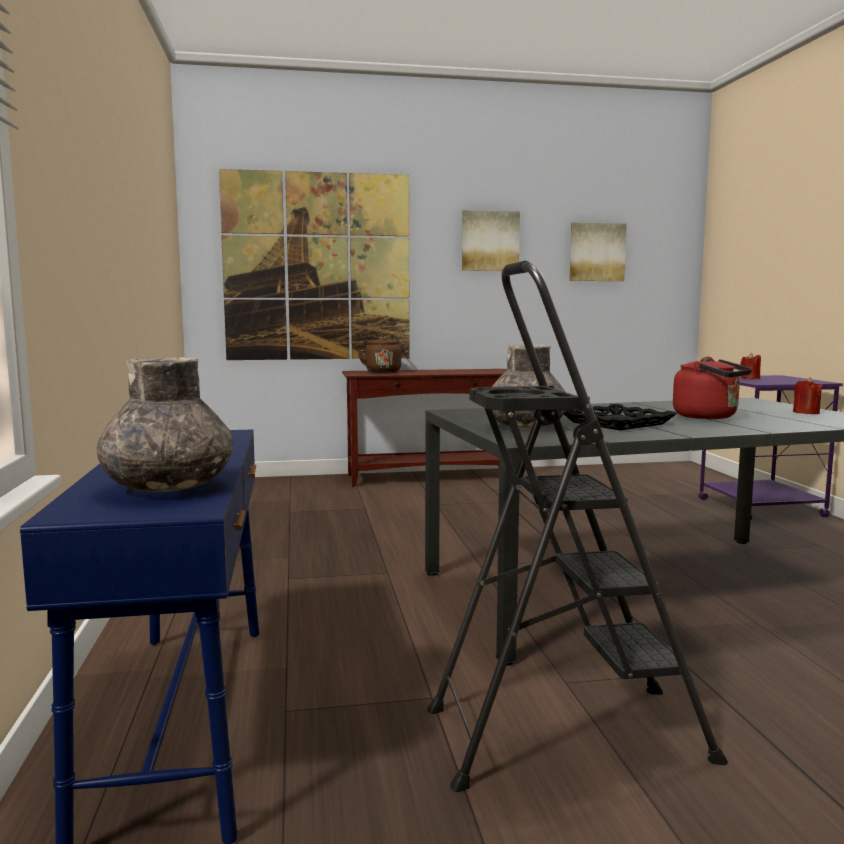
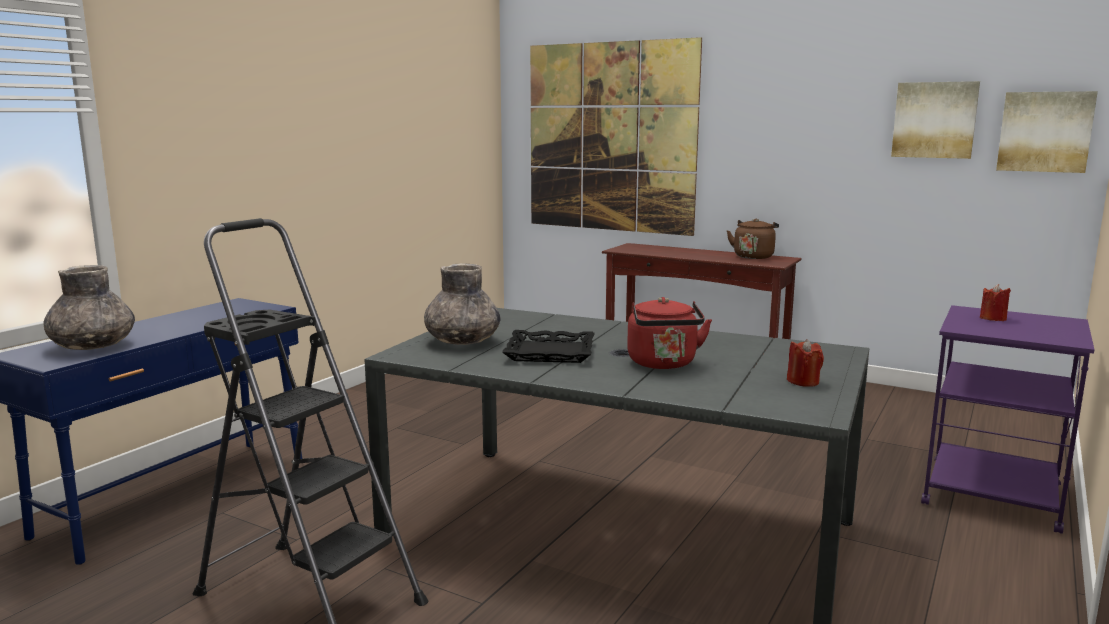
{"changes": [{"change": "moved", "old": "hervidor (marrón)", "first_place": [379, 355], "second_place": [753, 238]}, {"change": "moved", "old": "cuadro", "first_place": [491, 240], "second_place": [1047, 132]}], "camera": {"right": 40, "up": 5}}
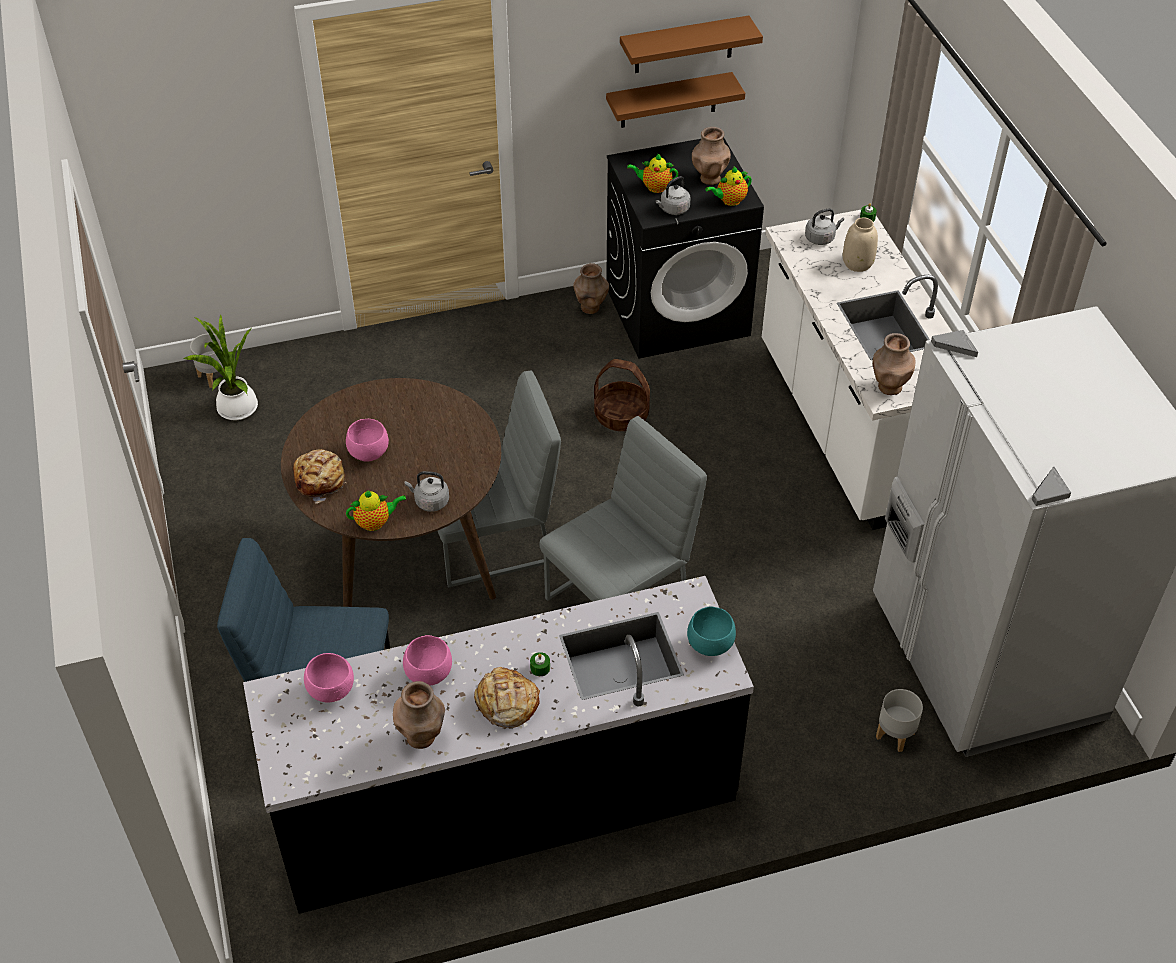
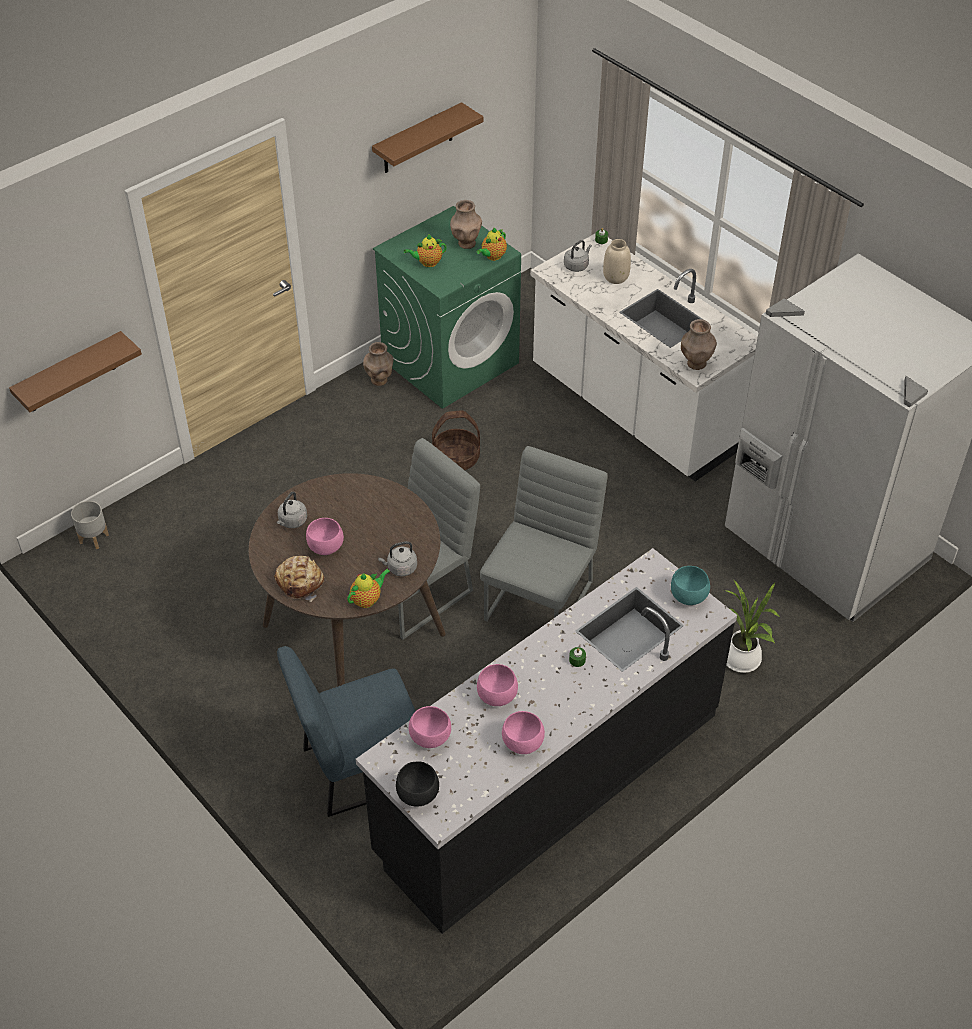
{"changes": [{"change": "removed", "old": "pan", "first_place": [507, 697]}, {"change": "removed", "old": "maceta (gris)", "first_place": [899, 720]}, {"change": "added", "new": "cuenco (negro)", "second_place": [417, 784]}, {"change": "moved", "old": "planta en maceta", "first_place": [221, 367], "second_place": [752, 626]}, {"change": "moved", "old": "estante (marrón)", "first_place": [675, 100], "second_place": [75, 371]}, {"change": "moved", "old": "hervidor (gris)", "first_place": [673, 195], "second_place": [292, 510]}, {"change": "replaced", "old": "florero (marrón)", "new": "cuenco (rosa)", "first_place": [419, 715], "second_place": [523, 732]}, {"change": "recoloured", "old": "lavadora (negro)", "new": "lavadora (verde)", "first_place": [685, 247], "second_place": [447, 307]}], "camera": {"right": -25, "up": 0}}
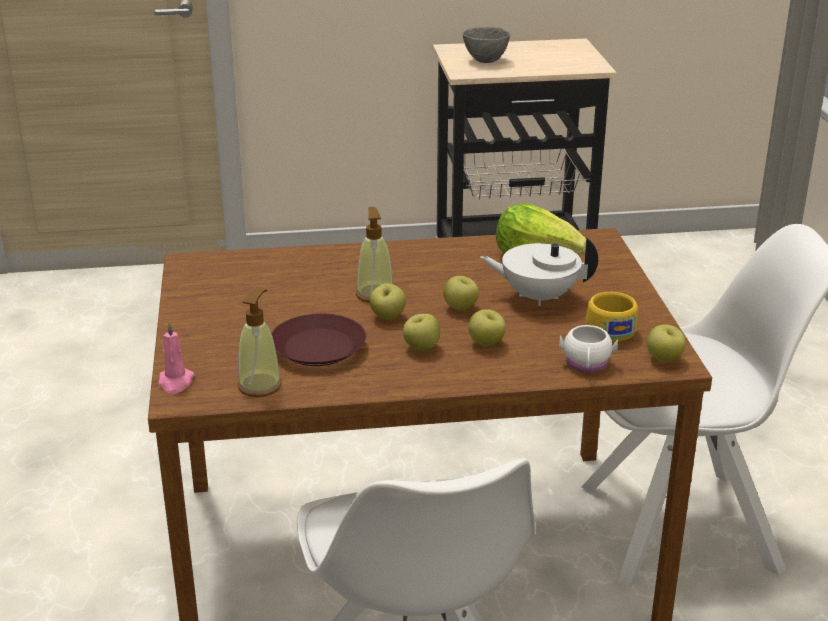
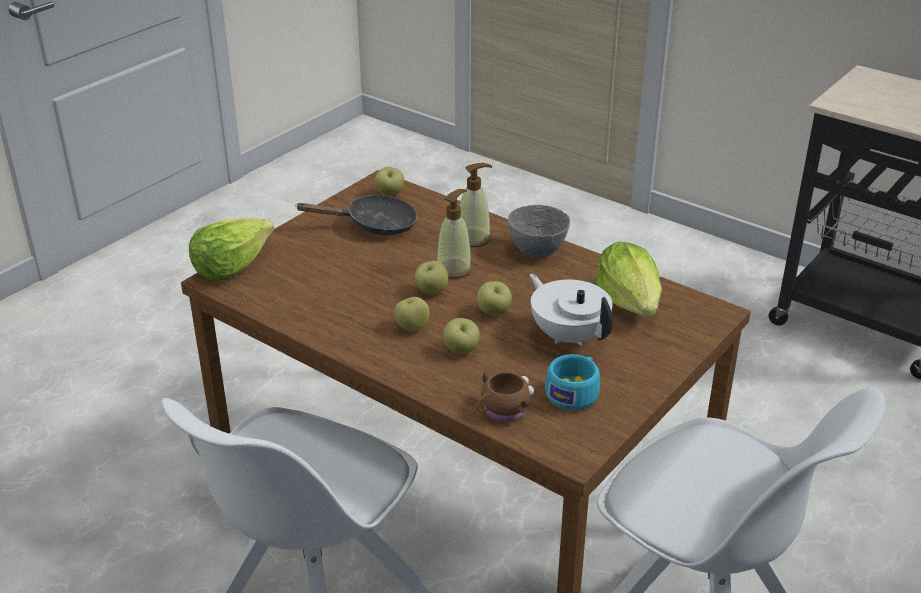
{"changes": [{"change": "removed", "old": "plato (marrón)", "first_place": [318, 339]}, {"change": "added", "new": "sartén (negro)", "second_place": [356, 214]}, {"change": "moved", "old": "dispensador de jabón", "first_place": [260, 342], "second_place": [476, 205]}, {"change": "moved", "old": "cuenco (gris)", "first_place": [486, 45], "second_place": [539, 231]}, {"change": "moved", "old": "manzana", "first_place": [666, 343], "second_place": [389, 181]}, {"change": "replaced", "old": "vela (rosa)", "new": "lechuga", "first_place": [176, 358], "second_place": [231, 248]}, {"change": "recoloured", "old": "taza grande (blanco)", "new": "taza grande (marrón)", "first_place": [588, 349], "second_place": [505, 396]}, {"change": "recoloured", "old": "taza (amarillo)", "new": "taza (turquesa)", "first_place": [611, 317], "second_place": [572, 382]}], "camera": {"right": 45, "up": 5}}
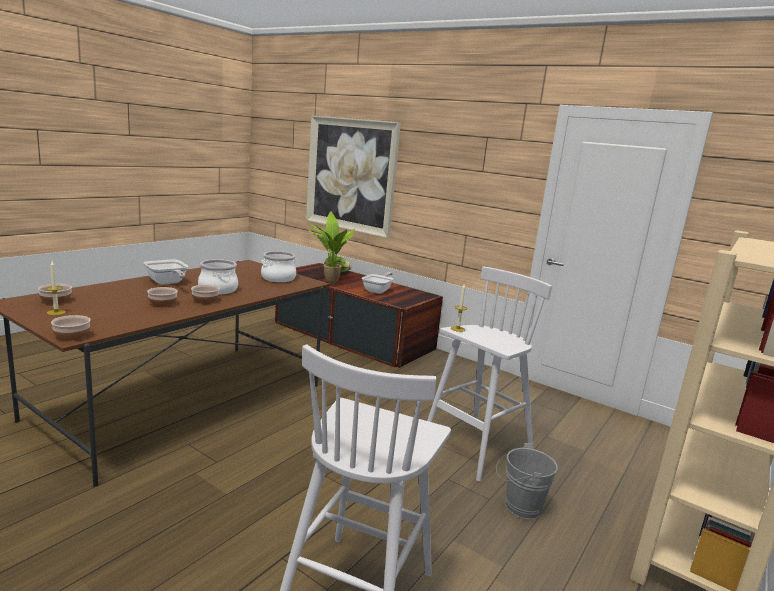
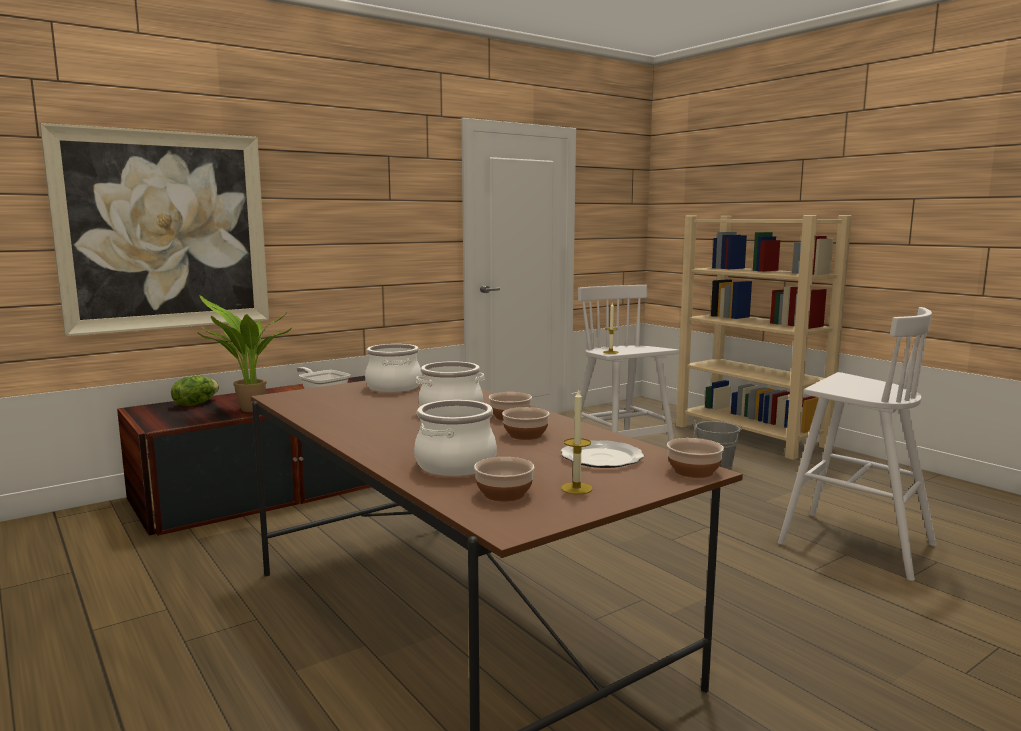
{"changes": [{"change": "removed", "old": "sartén", "first_place": [166, 272]}, {"change": "added", "new": "olla", "second_place": [455, 438]}, {"change": "added", "new": "plato", "second_place": [602, 454]}], "camera": {"right": -70, "up": -5}}
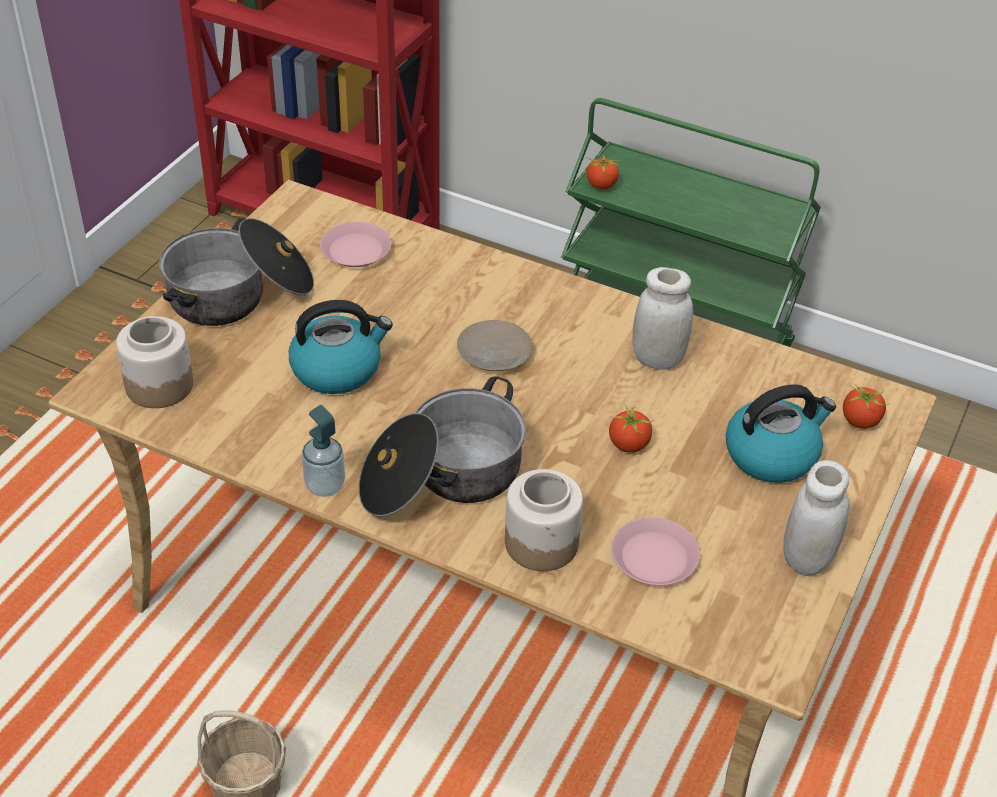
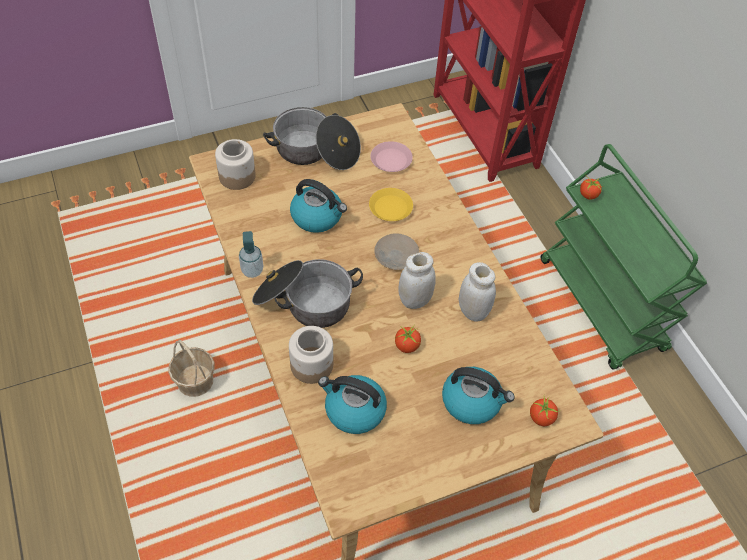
{"changes": [{"change": "added", "new": "plato (amarillo)", "second_place": [391, 204]}, {"change": "moved", "old": "tarro (blanco)", "first_place": [816, 518], "second_place": [417, 280]}, {"change": "replaced", "old": "plato (rosa)", "new": "hervidor", "first_place": [655, 551], "second_place": [352, 404]}], "camera": {"right": 40, "up": 10}}
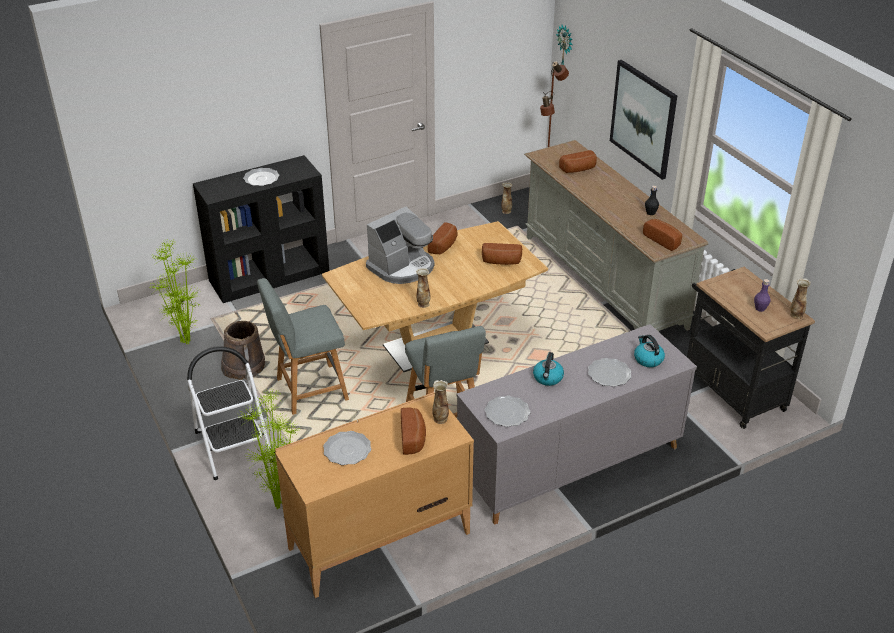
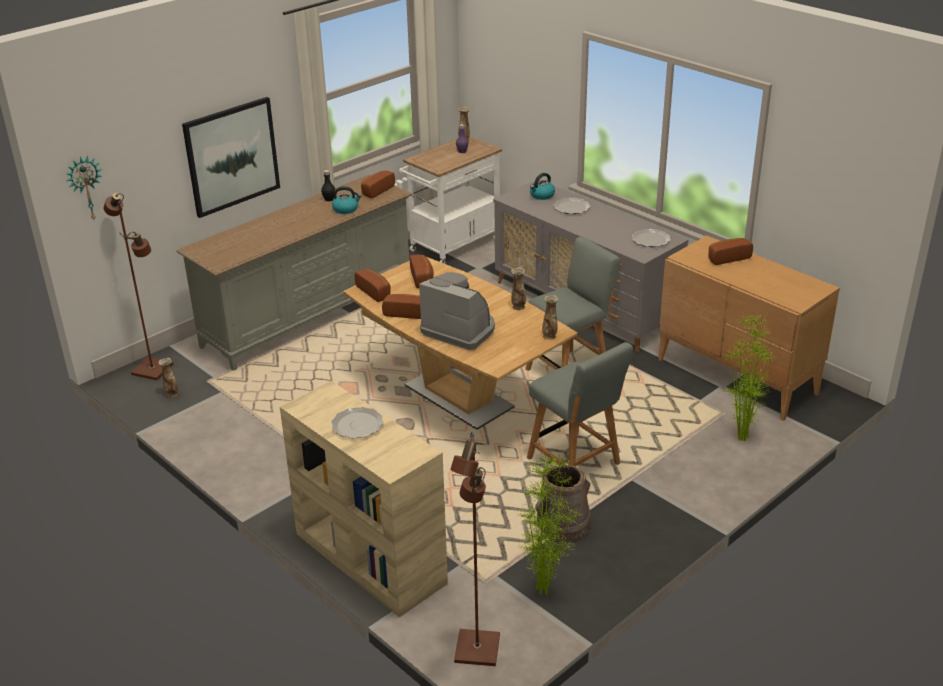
{"changes": [{"change": "removed", "old": "escalera de tijera", "first_place": [229, 413]}, {"change": "removed", "old": "plato", "first_place": [347, 448]}, {"change": "added", "new": "lámpara de pie (marrón)", "second_place": [475, 549]}, {"change": "moved", "old": "florero", "first_place": [440, 402], "second_place": [550, 317]}, {"change": "moved", "old": "hervidor", "first_place": [548, 369], "second_place": [346, 200]}, {"change": "moved", "old": "pan", "first_place": [578, 161], "second_place": [373, 285]}, {"change": "recoloured", "old": "estantería (negro)", "new": "estantería (beis)", "first_place": [261, 229], "second_place": [364, 499]}, {"change": "recoloured", "old": "carrito (negro)", "new": "carrito (blanco)", "first_place": [751, 348], "second_place": [450, 200]}], "camera": {"right": -105, "up": -5}}
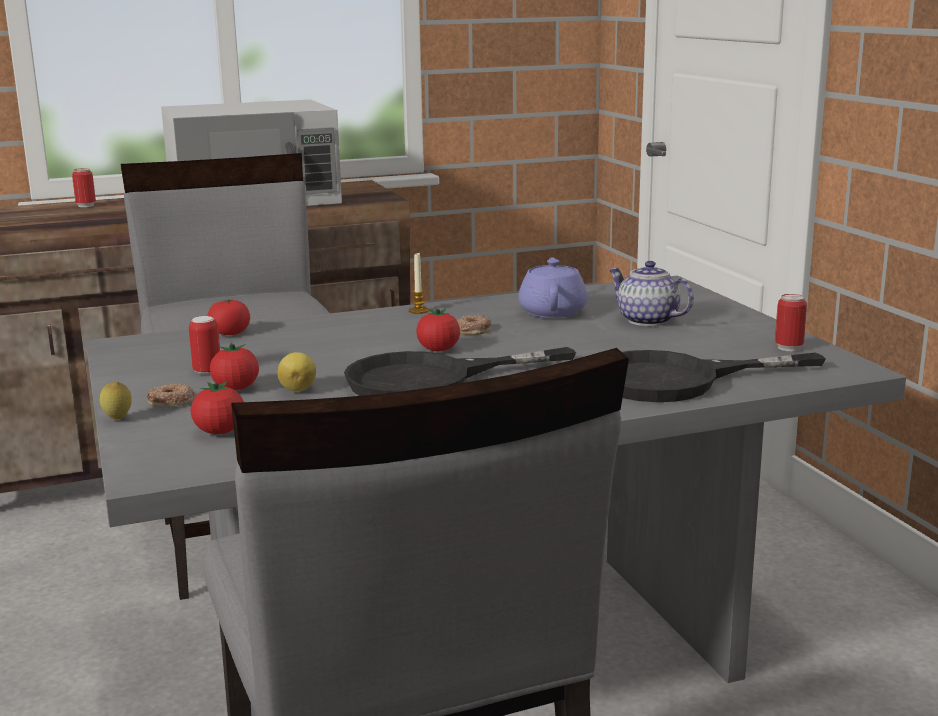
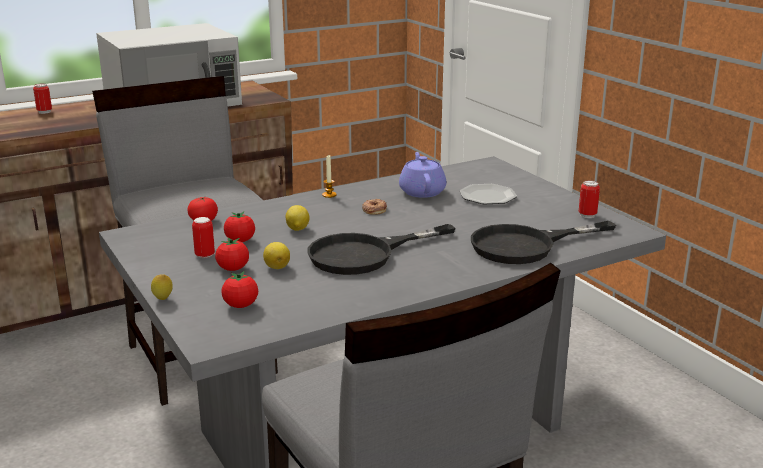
{"changes": [{"change": "removed", "old": "rosquilla", "first_place": [171, 395]}, {"change": "added", "new": "limón", "second_place": [298, 218]}, {"change": "moved", "old": "tomate", "first_place": [438, 330], "second_place": [239, 227]}, {"change": "replaced", "old": "tetera", "new": "plato", "first_place": [651, 293], "second_place": [488, 194]}], "camera": {"right": -10, "up": 5}}
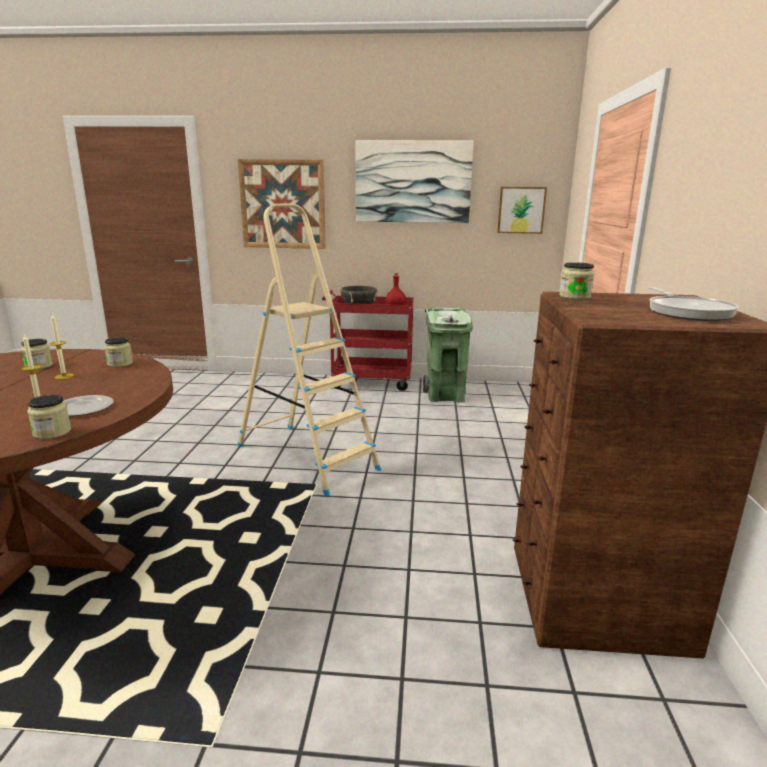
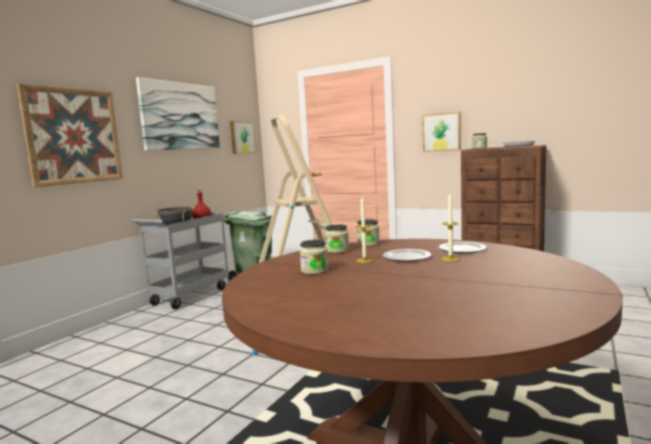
{"changes": [{"change": "added", "new": "plato", "second_place": [407, 255]}, {"change": "added", "new": "cuadro", "second_place": [441, 132]}, {"change": "moved", "old": "tarro", "first_place": [49, 417], "second_place": [368, 232]}, {"change": "recoloured", "old": "carrito (rojo)", "new": "carrito (gris)", "first_place": [368, 340], "second_place": [180, 261]}], "camera": {"right": -65, "up": -10}}
